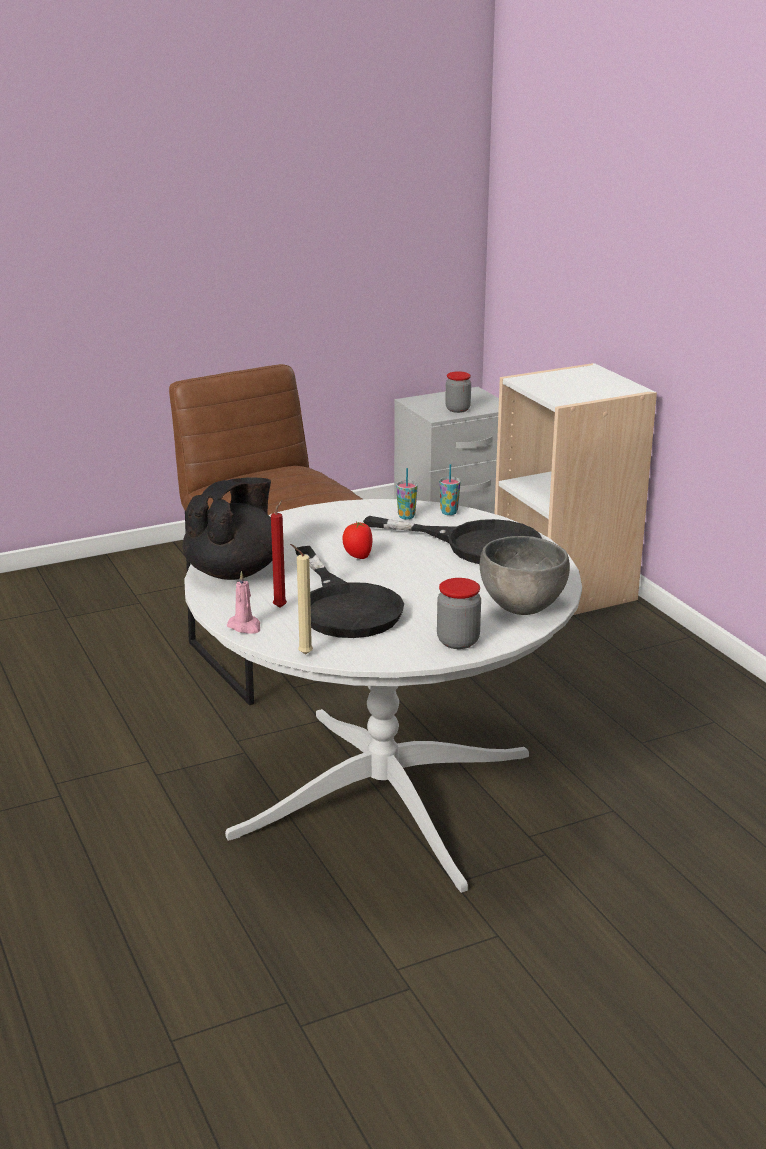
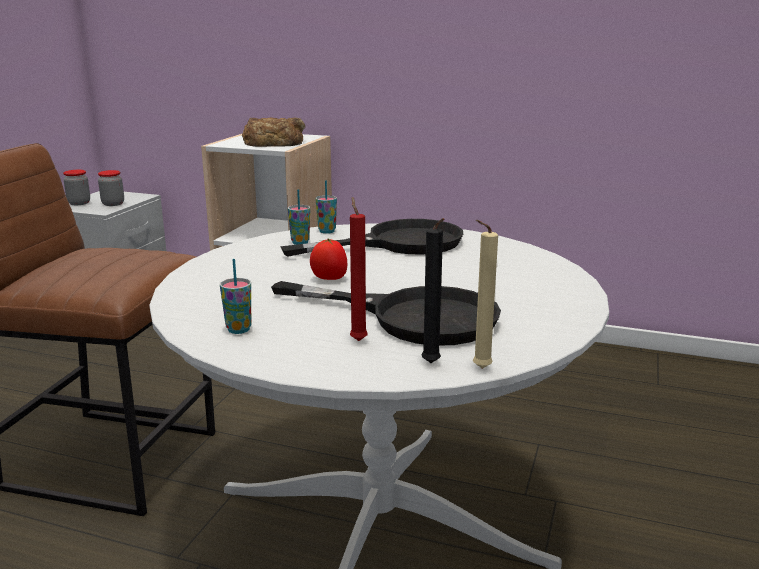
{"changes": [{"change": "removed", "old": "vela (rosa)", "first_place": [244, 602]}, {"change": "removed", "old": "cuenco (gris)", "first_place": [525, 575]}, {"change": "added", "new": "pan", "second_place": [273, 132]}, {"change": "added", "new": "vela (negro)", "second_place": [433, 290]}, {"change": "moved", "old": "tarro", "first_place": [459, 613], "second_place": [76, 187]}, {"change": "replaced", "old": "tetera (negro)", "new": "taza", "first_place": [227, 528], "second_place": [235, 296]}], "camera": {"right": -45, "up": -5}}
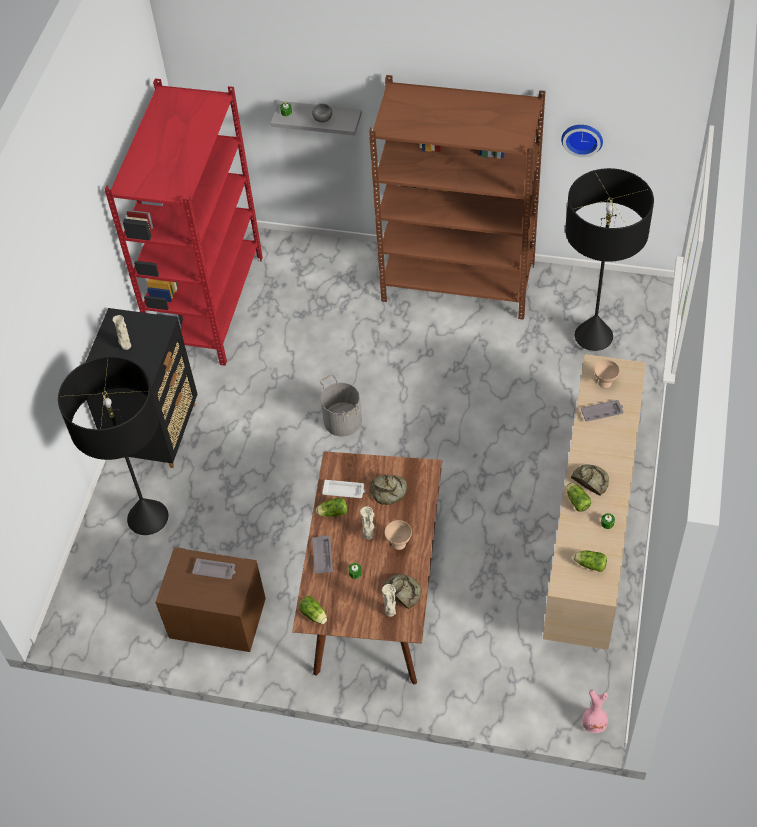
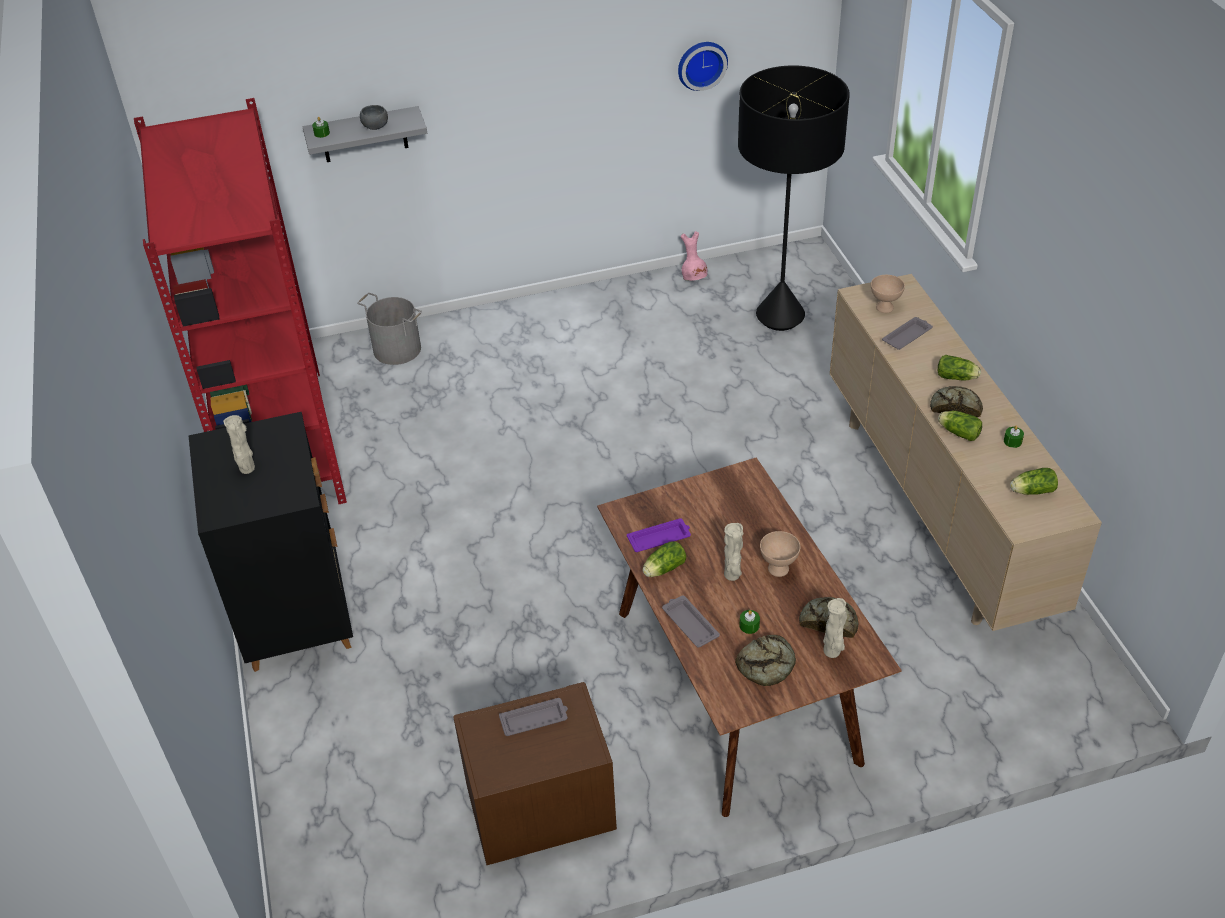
{"changes": [{"change": "removed", "old": "lámpara de pie (negro)", "first_place": [113, 445]}, {"change": "removed", "old": "estantería (marrón)", "first_place": [457, 197]}, {"change": "moved", "old": "lechuga", "first_place": [313, 610], "second_place": [959, 367]}, {"change": "moved", "old": "cubo (gris)", "first_place": [341, 405], "second_place": [389, 329]}, {"change": "moved", "old": "pan", "first_place": [388, 489], "second_place": [765, 660]}, {"change": "moved", "old": "florero (rosa)", "first_place": [595, 711], "second_place": [694, 256]}, {"change": "recoloured", "old": "bandeja (blanco)", "new": "bandeja (morado)", "first_place": [343, 489], "second_place": [659, 535]}], "camera": {"right": -30, "up": -10}}
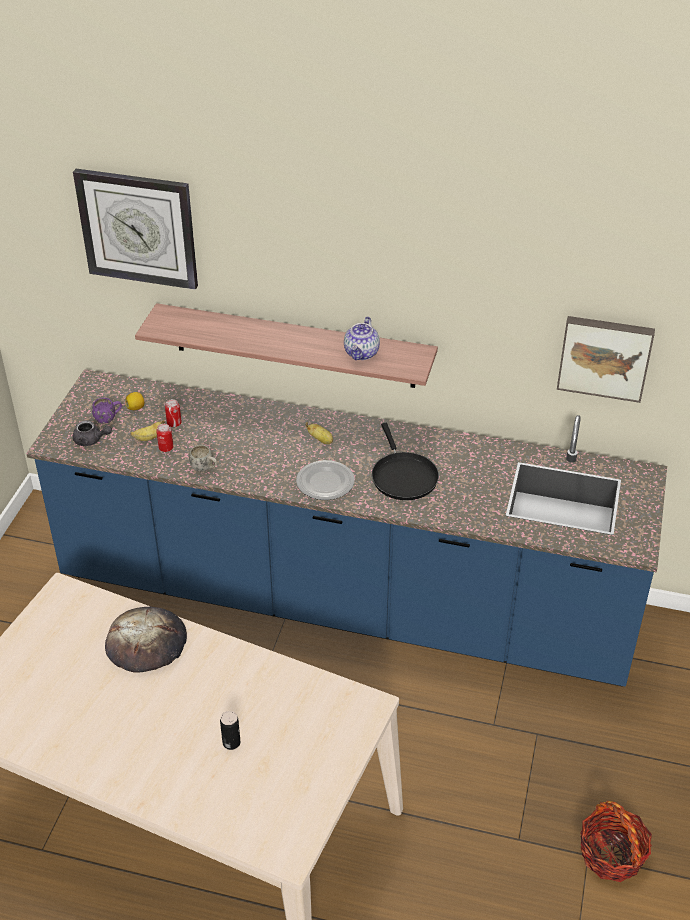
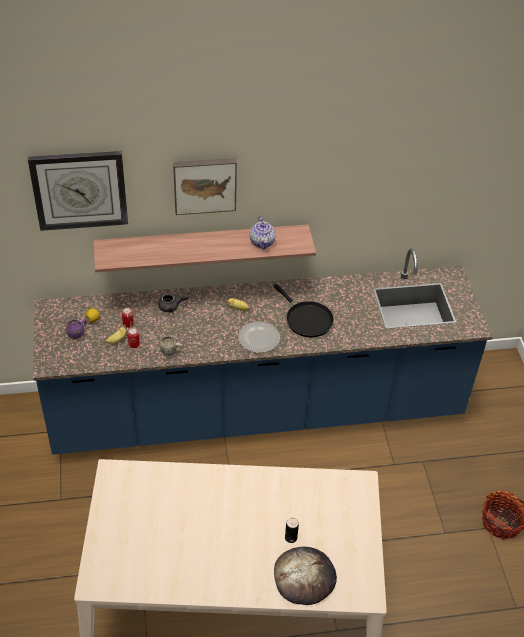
{"changes": [{"change": "moved", "old": "tetera (gris)", "first_place": [92, 433], "second_place": [173, 302]}, {"change": "moved", "old": "pan", "first_place": [146, 640], "second_place": [305, 576]}, {"change": "moved", "old": "cuadro", "first_place": [606, 359], "second_place": [205, 186]}], "camera": {"right": -25, "up": 5}}
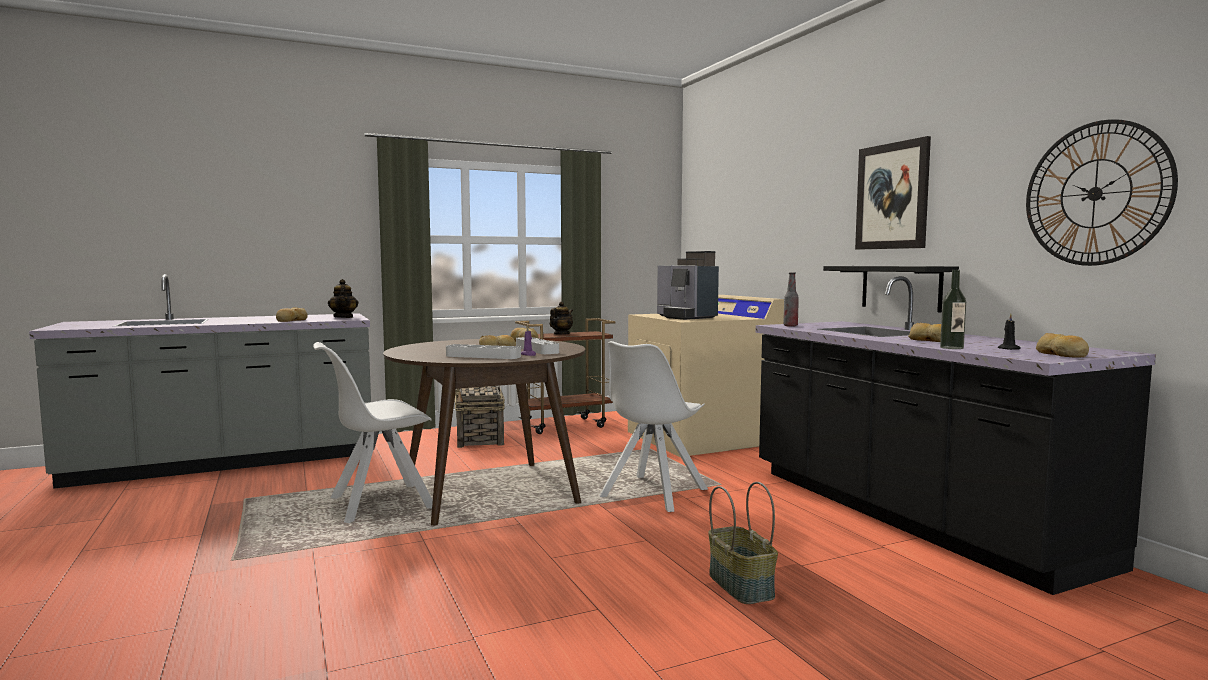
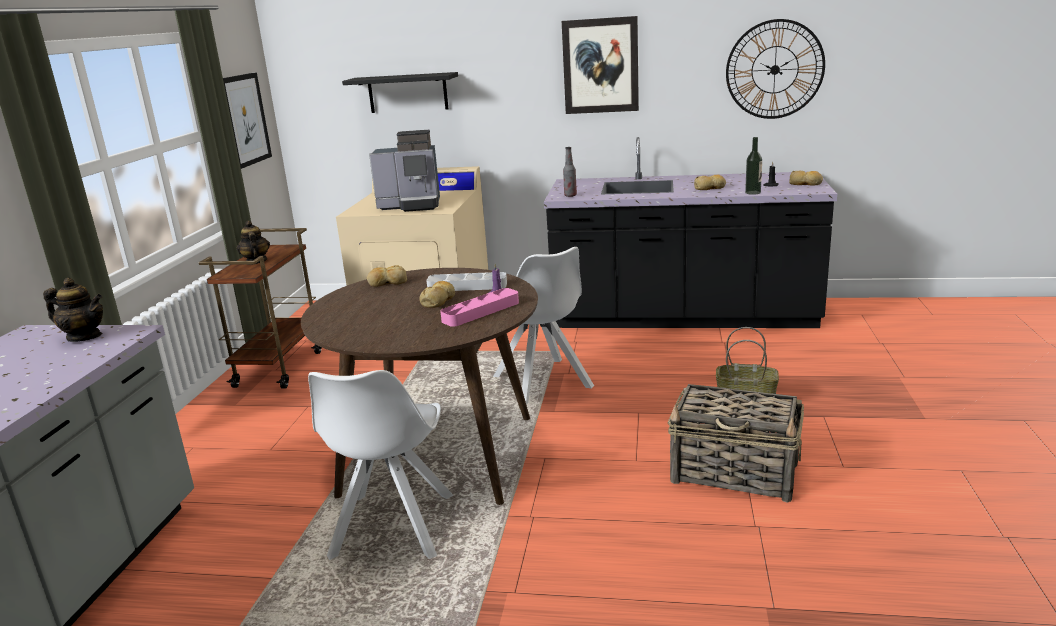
{"changes": [{"change": "removed", "old": "pan", "first_place": [292, 314]}, {"change": "added", "new": "cuadro", "second_place": [247, 121]}, {"change": "moved", "old": "cesta", "first_place": [479, 417], "second_place": [735, 443]}, {"change": "moved", "old": "estante (negro)", "first_place": [891, 289], "second_place": [400, 92]}, {"change": "recoloured", "old": "bandeja (gris)", "new": "bandeja (rosa)", "first_place": [483, 351], "second_place": [479, 307]}], "camera": {"right": -55, "up": 15}}
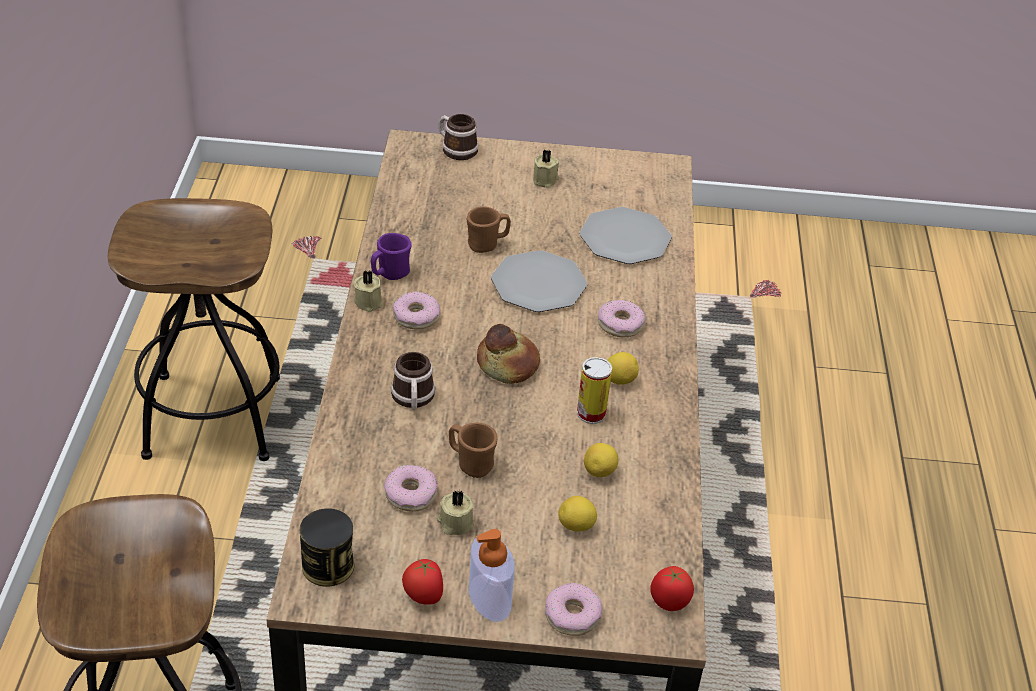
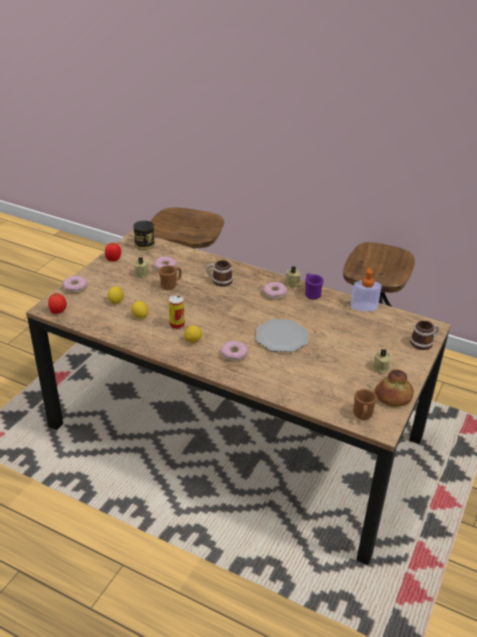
{"changes": [{"change": "removed", "old": "plato", "first_place": [626, 235]}, {"change": "moved", "old": "taza grande (marrón)", "first_place": [489, 230], "second_place": [365, 404]}, {"change": "moved", "old": "dispensador de jabón", "first_place": [492, 575], "second_place": [366, 290]}, {"change": "moved", "old": "pan", "first_place": [508, 354], "second_place": [394, 388]}], "camera": {"right": 115, "up": -5}}
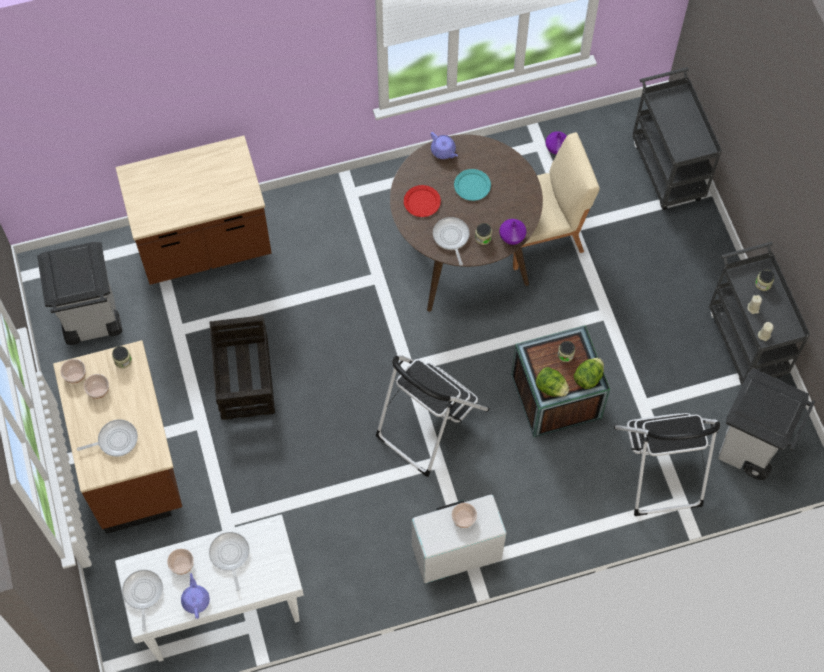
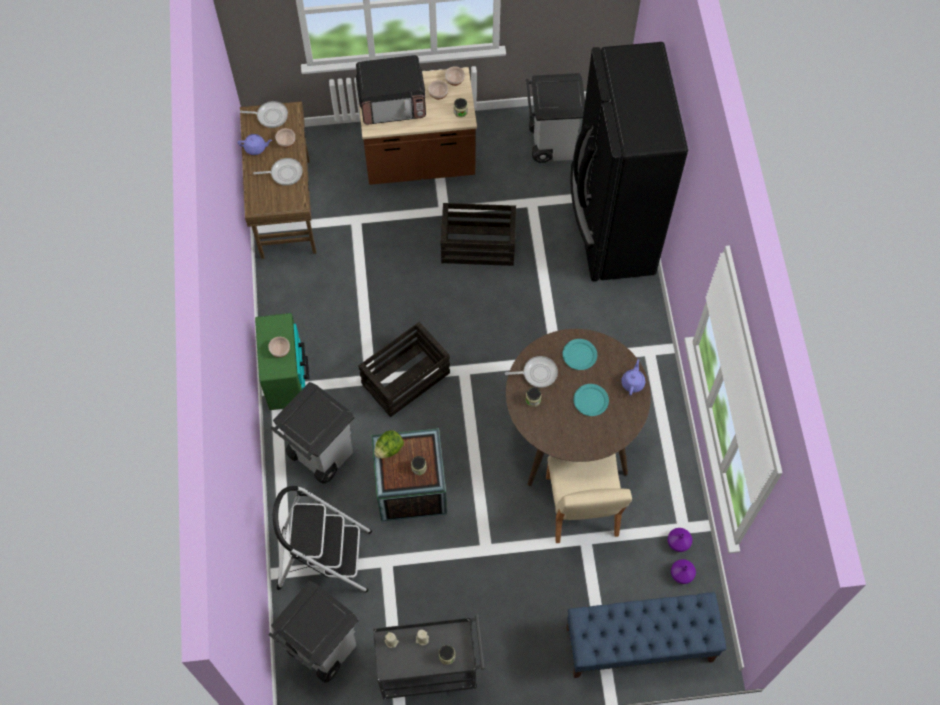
{"changes": [{"change": "removed", "old": "lechuga", "first_place": [589, 373]}, {"change": "added", "new": "papelera (gris)", "second_place": [313, 433]}, {"change": "moved", "old": "florero (morado)", "first_place": [512, 232], "second_place": [683, 571]}, {"change": "replaced", "old": "sartén", "new": "microondas", "first_place": [107, 438], "second_place": [391, 90]}, {"change": "replaced", "old": "mueble bajo de cocina (marrón)", "new": "nevera (negro)", "first_place": [193, 210], "second_place": [629, 161]}, {"change": "replaced", "old": "escalera de tijera", "new": "caja de embalaje", "first_place": [432, 416], "second_place": [404, 369]}, {"change": "replaced", "old": "carrito (gris)", "new": "banco (azul)", "first_place": [677, 138], "second_place": [646, 635]}, {"change": "recoloured", "old": "mesa consola (blanco)", "new": "mesa consola (marrón)", "first_place": [209, 588], "second_place": [278, 180]}, {"change": "recoloured", "old": "plato (rojo)", "new": "plato (turquesa)", "first_place": [422, 201], "second_place": [580, 354]}, {"change": "recoloured", "old": "mesita de noche (blanco)", "new": "mesita de noche (verde)", "first_place": [459, 538], "second_place": [282, 361]}, {"change": "turned", "old": "tetera (morado)", "first_place": [444, 145], "second_place": [633, 377], "degrees": 135}], "camera": {"right": 100, "up": 0}}
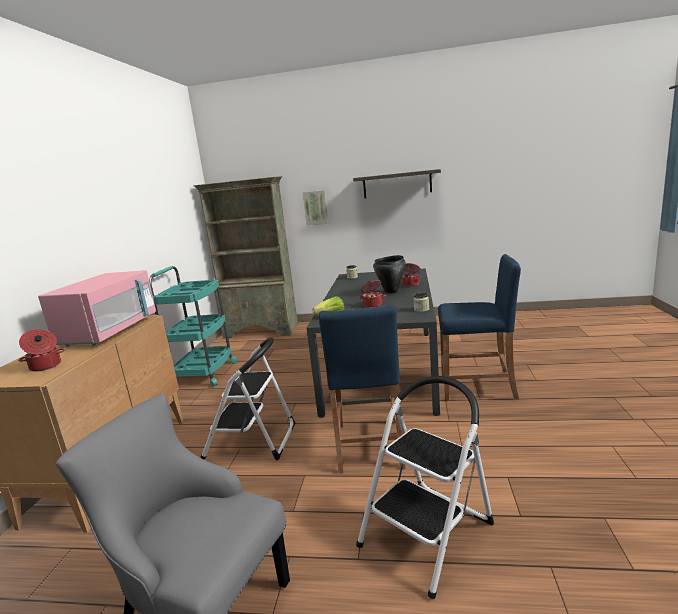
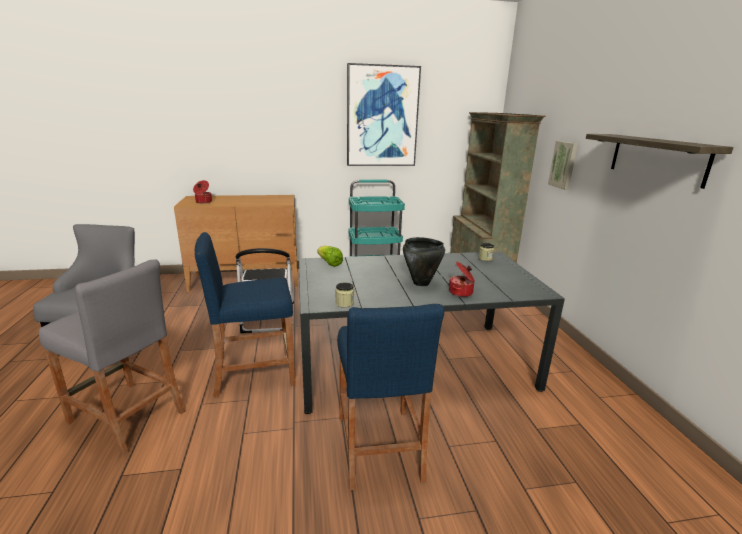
{"changes": [{"change": "removed", "old": "microondas (rosa)", "first_place": [97, 308]}, {"change": "removed", "old": "olla", "first_place": [372, 293]}, {"change": "added", "new": "cuadro", "second_place": [384, 114]}, {"change": "replaced", "old": "escalera de tijera", "new": "taburete (gris)", "first_place": [425, 487], "second_place": [112, 357]}], "camera": {"right": 70, "up": 5}}
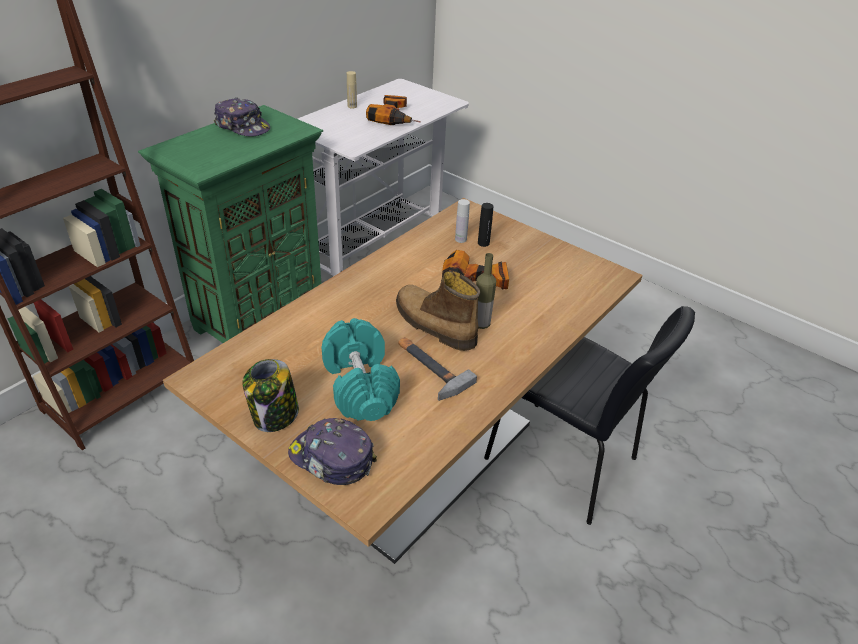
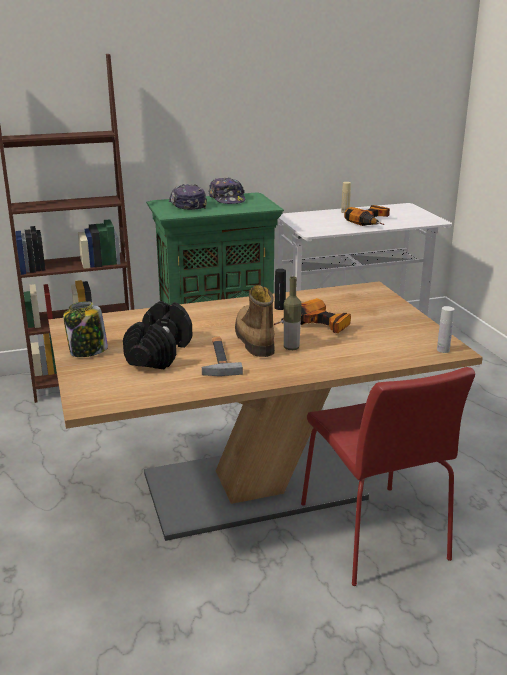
{"changes": [{"change": "moved", "old": "gorra", "first_place": [332, 451], "second_place": [188, 197]}, {"change": "moved", "old": "botella (blanco)", "first_place": [462, 221], "second_place": [445, 329]}, {"change": "moved", "old": "botella (negro)", "first_place": [485, 225], "second_place": [280, 289]}, {"change": "recoloured", "old": "mancuerna (turquesa)", "new": "mancuerna (negro)", "first_place": [360, 369], "second_place": [158, 335]}, {"change": "recoloured", "old": "silla (negro)", "new": "silla (rojo)", "first_place": [589, 415], "second_place": [388, 476]}], "camera": {"right": 35, "up": -15}}
